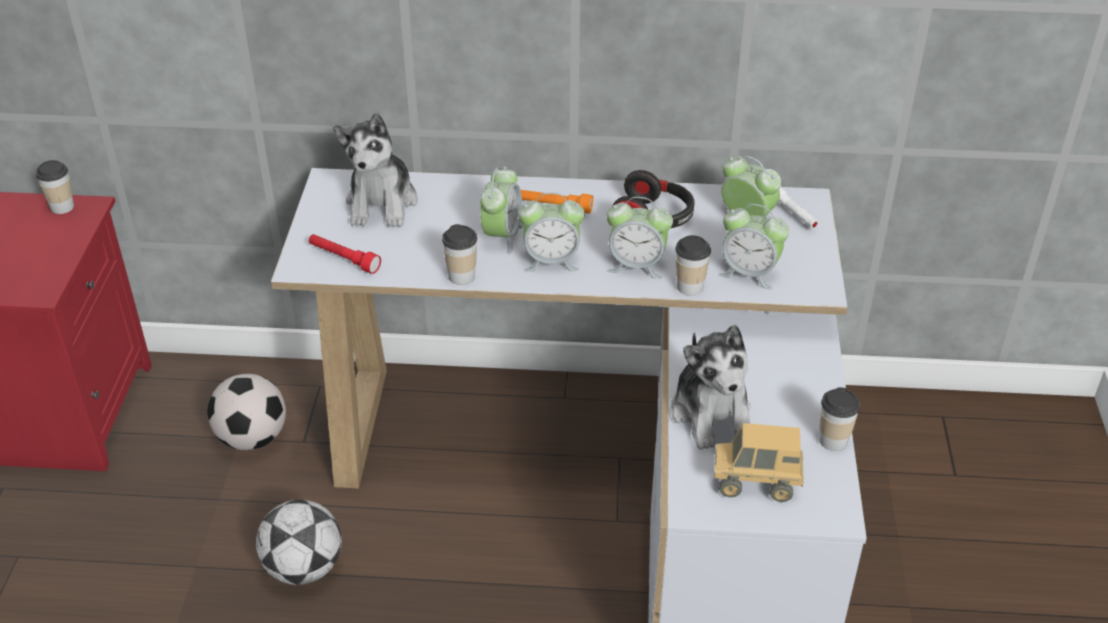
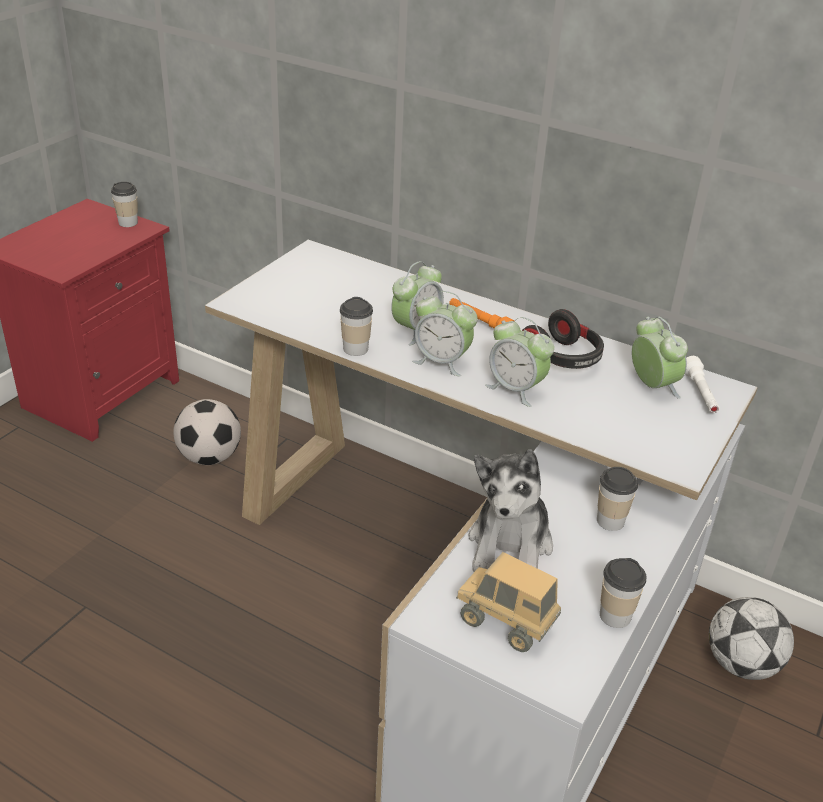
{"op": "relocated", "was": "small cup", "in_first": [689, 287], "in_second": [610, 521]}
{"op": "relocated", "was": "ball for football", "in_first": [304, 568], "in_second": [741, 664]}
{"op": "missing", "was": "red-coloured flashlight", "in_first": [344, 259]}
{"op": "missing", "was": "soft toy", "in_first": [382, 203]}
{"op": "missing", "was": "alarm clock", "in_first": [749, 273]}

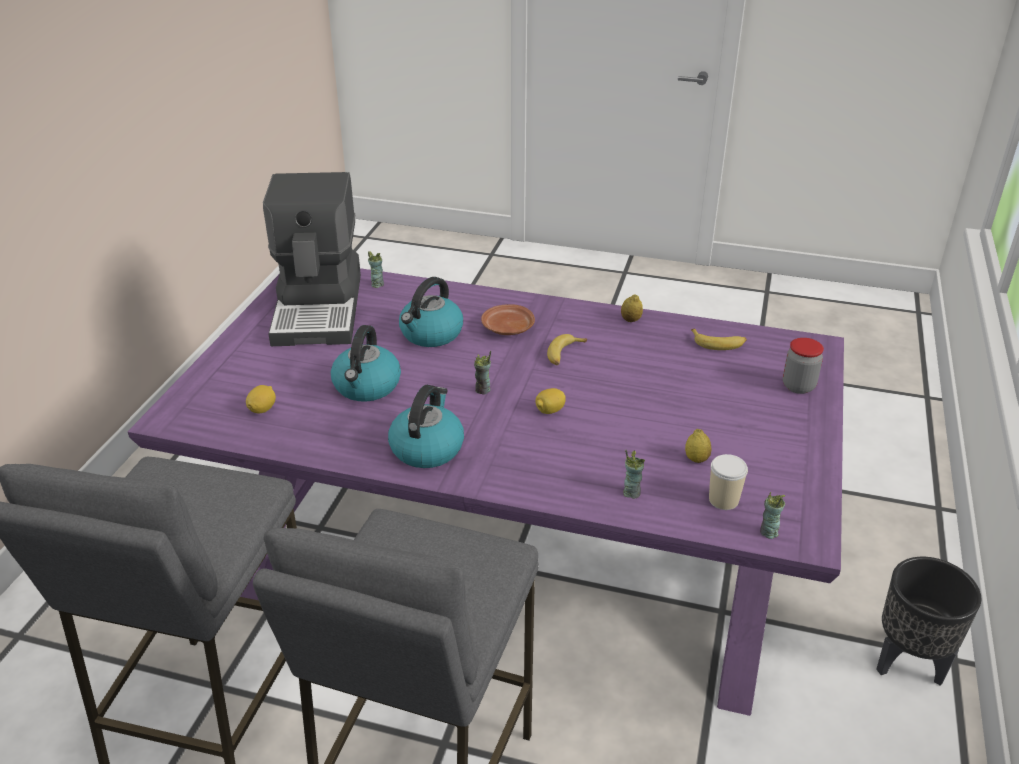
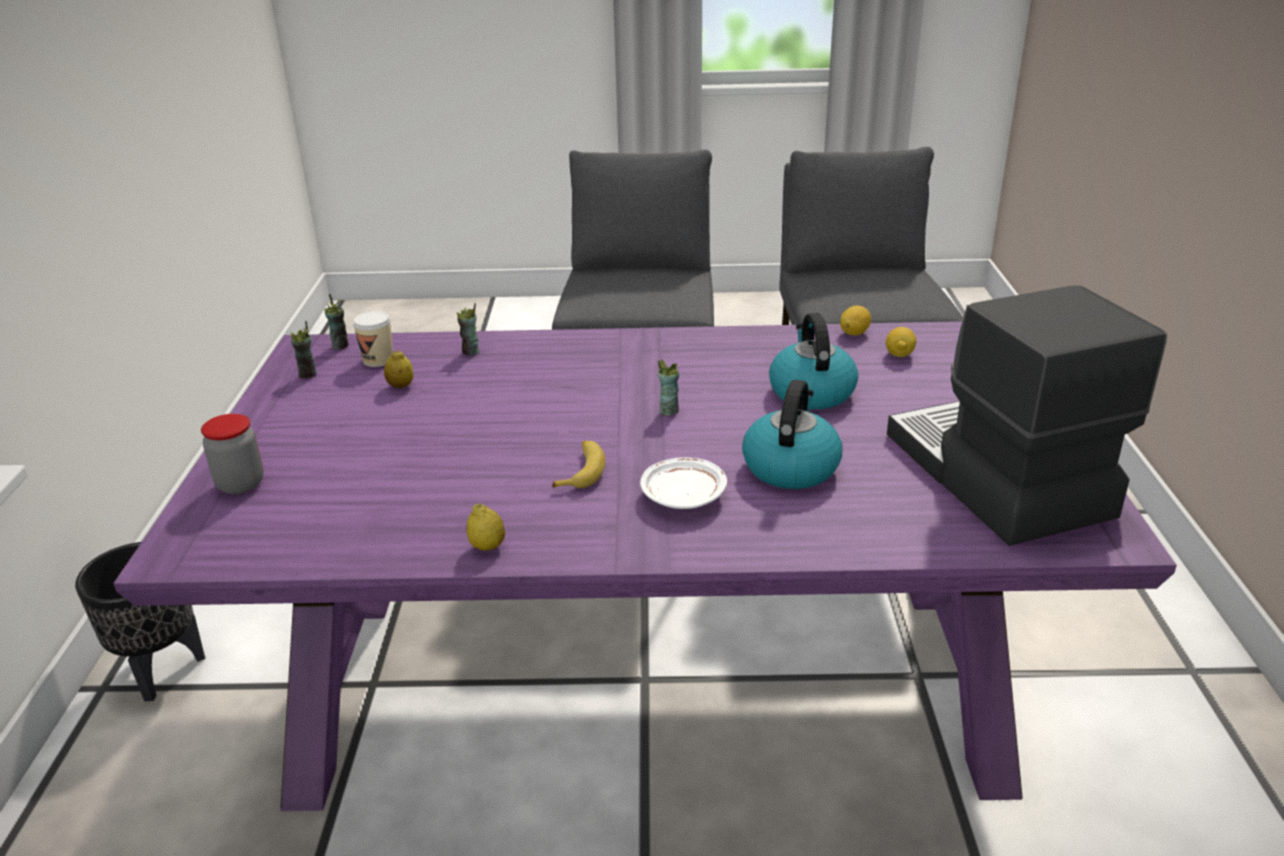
{"op": "relocated", "was": "small cup", "in_first": [377, 284], "in_second": [308, 374]}
{"op": "colour", "was": "brown-coloured plate", "now": "white plate", "in_first": [507, 328], "in_second": [683, 496]}
{"op": "relocated", "was": "lemon", "in_first": [550, 411], "in_second": [854, 333]}
{"op": "missing", "was": "water kettle", "in_first": [427, 448]}
{"op": "missing", "was": "banana", "in_first": [718, 343]}

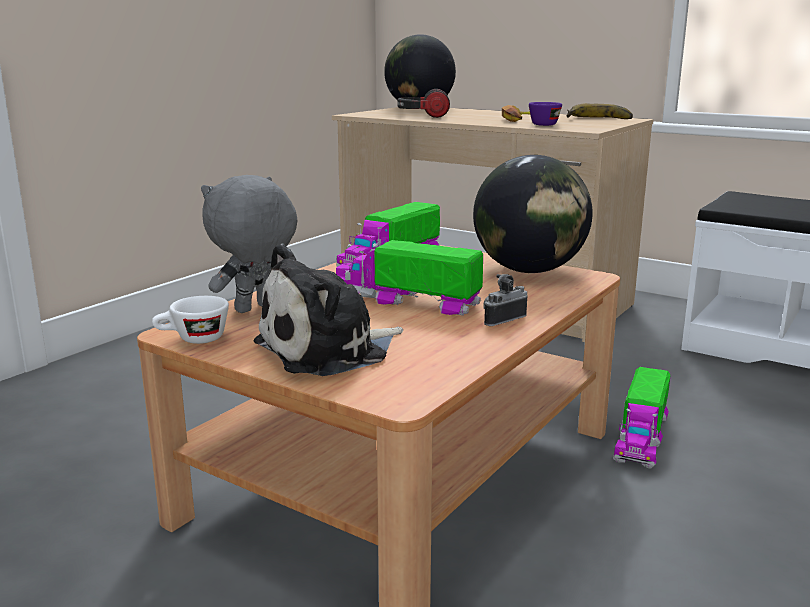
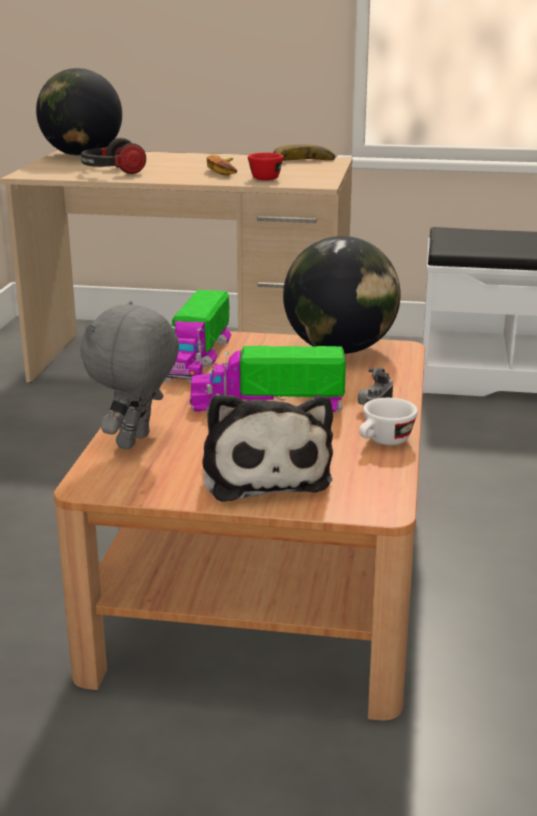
{"op": "spun", "was": "soft toy", "in_first": [329, 350], "in_second": [264, 473], "clockwise": -45}
{"op": "colour", "was": "purple-coloured small cup", "now": "red-coloured small cup", "in_first": [546, 124], "in_second": [266, 177]}
{"op": "relocated", "was": "white small cup", "in_first": [193, 340], "in_second": [384, 442]}
{"op": "missing", "was": "toy lorry", "in_first": [642, 436]}

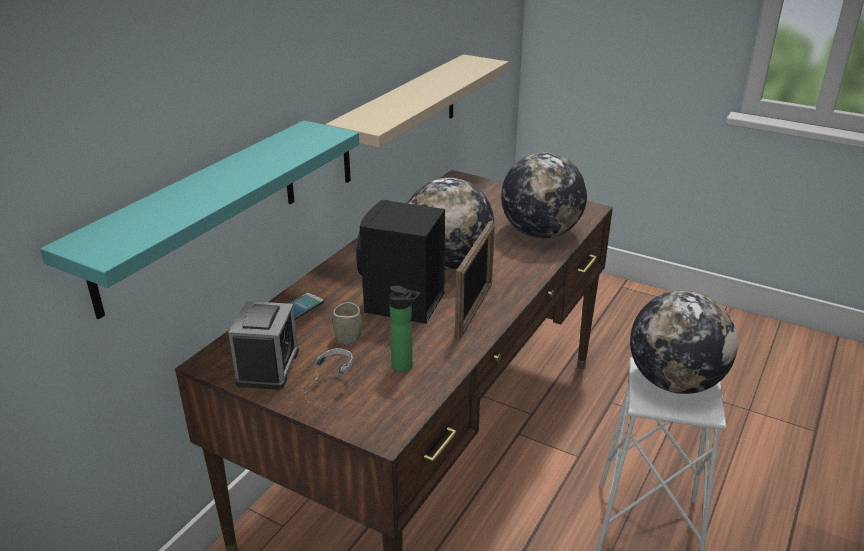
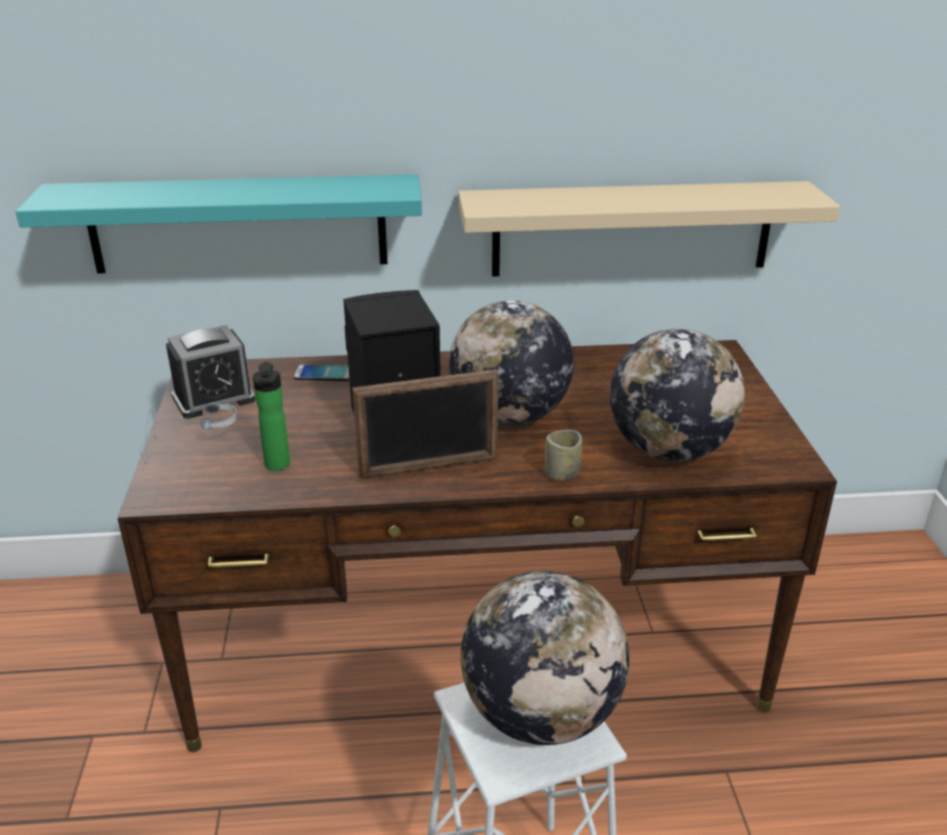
{"op": "relocated", "was": "small cup", "in_first": [348, 338], "in_second": [562, 474]}

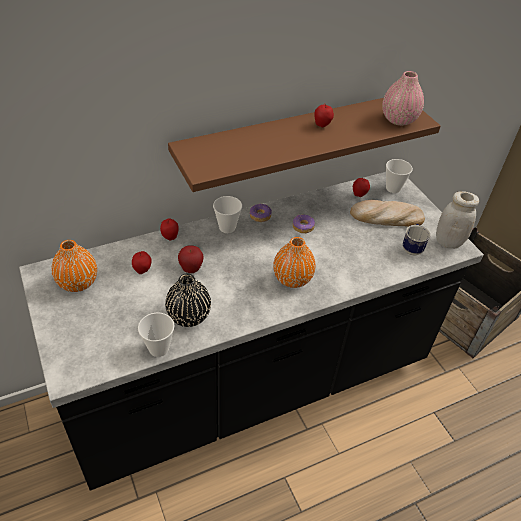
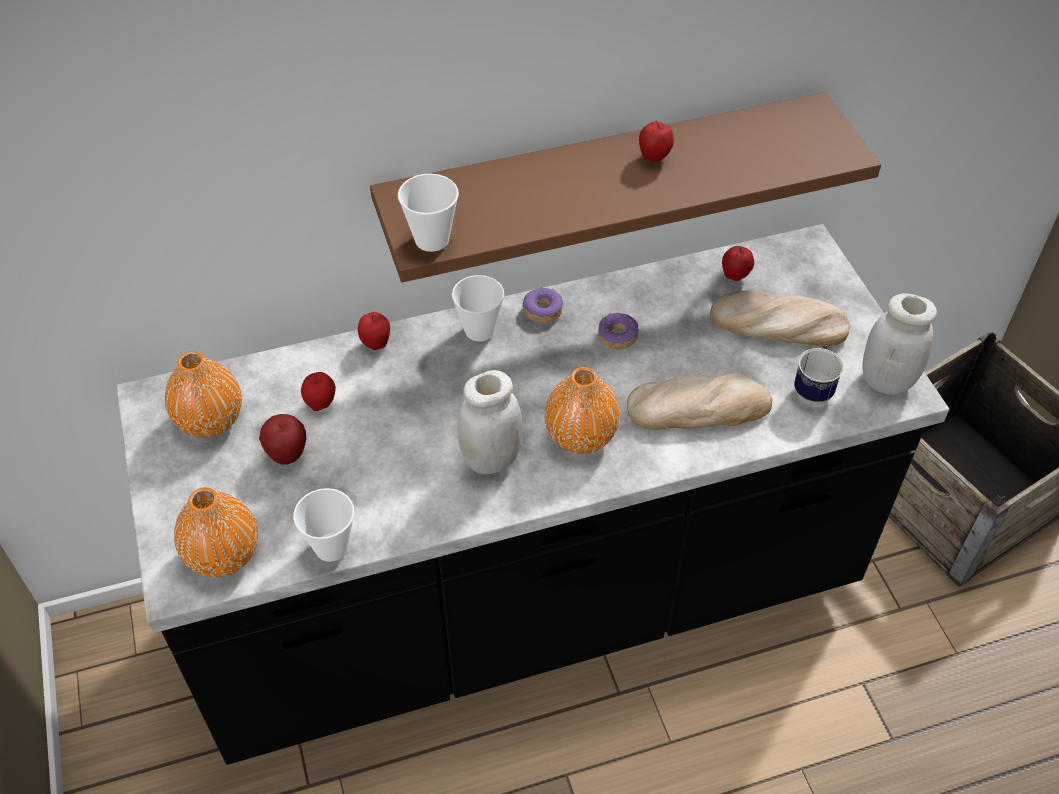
{"op": "appeared", "now": "orange-coloured vase", "in_second": [223, 554]}
{"op": "relocated", "was": "apple", "in_first": [191, 269], "in_second": [287, 455]}
{"op": "relocated", "was": "small cup", "in_first": [393, 188], "in_second": [432, 239]}
{"op": "appeared", "now": "white jar", "in_second": [491, 459]}
{"op": "appeared", "now": "bakery bread", "in_second": [698, 407]}
{"op": "missing", "was": "black-coloured vase", "in_first": [189, 316]}
{"op": "missing", "was": "pinkish vase", "in_first": [398, 119]}

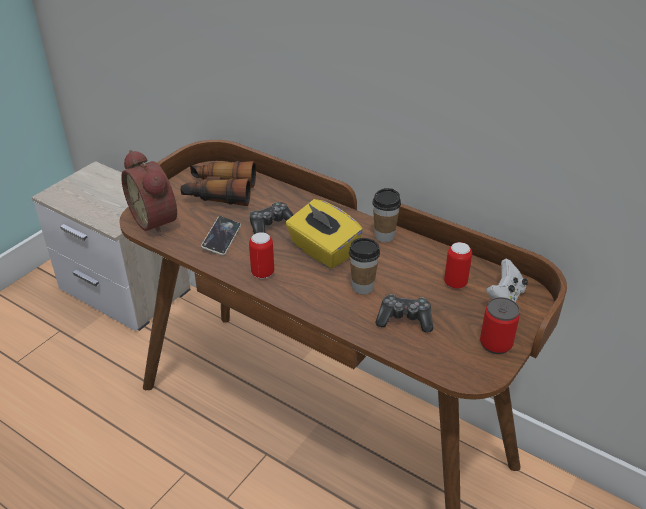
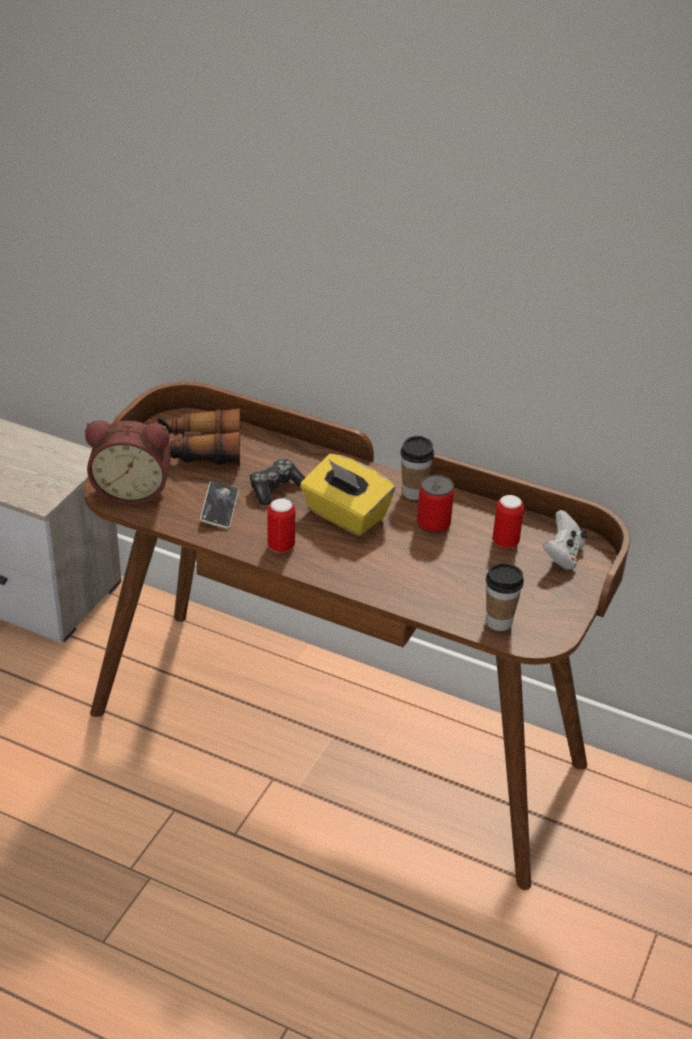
{"op": "spun", "was": "alarm clock", "in_first": [157, 220], "in_second": [132, 491], "clockwise": -45}
{"op": "relocated", "was": "metal can", "in_first": [495, 343], "in_second": [433, 524]}
{"op": "relocated", "was": "small cup", "in_first": [362, 287], "in_second": [499, 622]}
{"op": "missing", "was": "game controller", "in_first": [404, 319]}

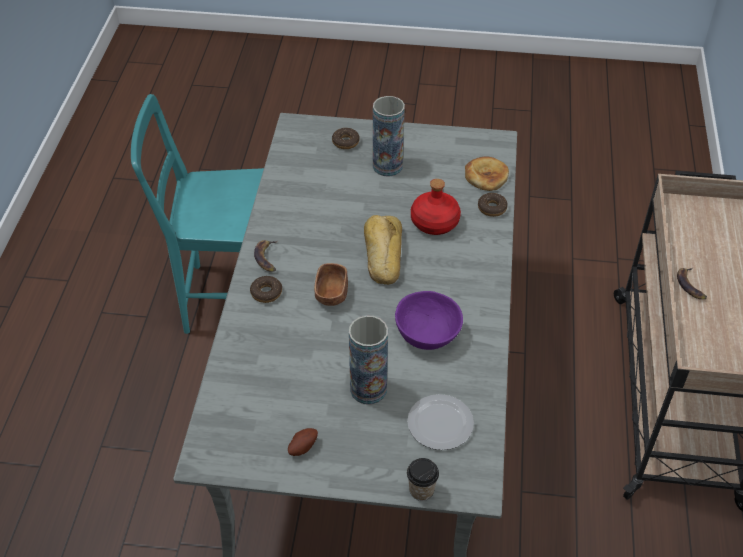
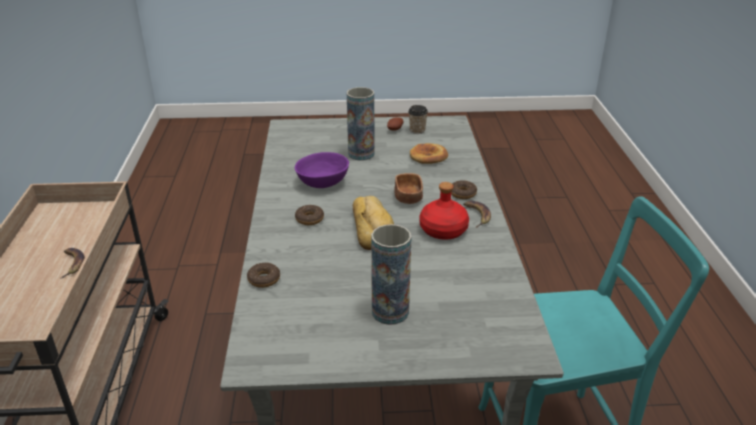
{"op": "relocated", "was": "donut", "in_first": [345, 142], "in_second": [309, 219]}
{"op": "relocated", "was": "small cup", "in_first": [421, 490], "in_second": [417, 131]}
{"op": "relocated", "was": "bakery bread", "in_first": [486, 176], "in_second": [428, 156]}
{"op": "relocated", "was": "red-coloured bottle", "in_first": [435, 222], "in_second": [443, 230]}
{"op": "missing", "was": "plate", "in_first": [439, 424]}

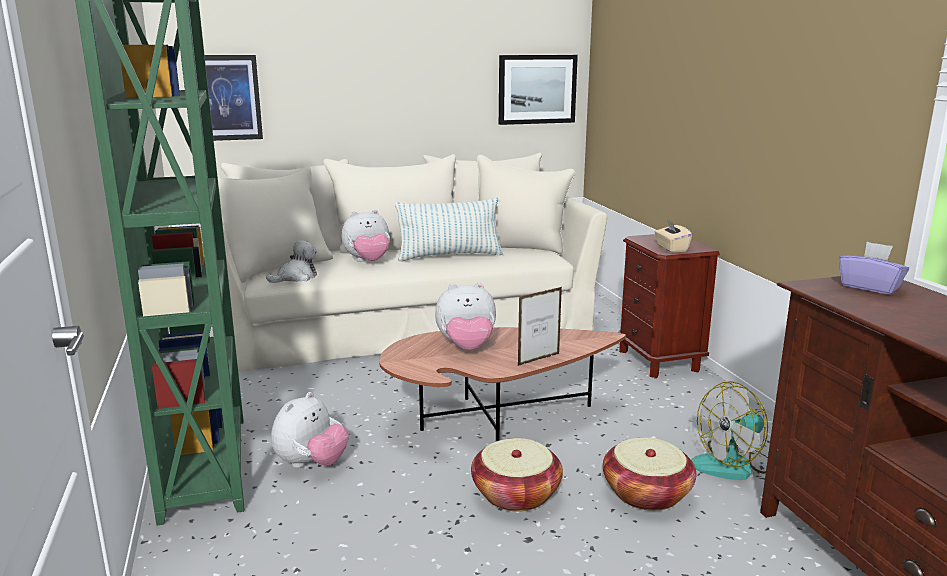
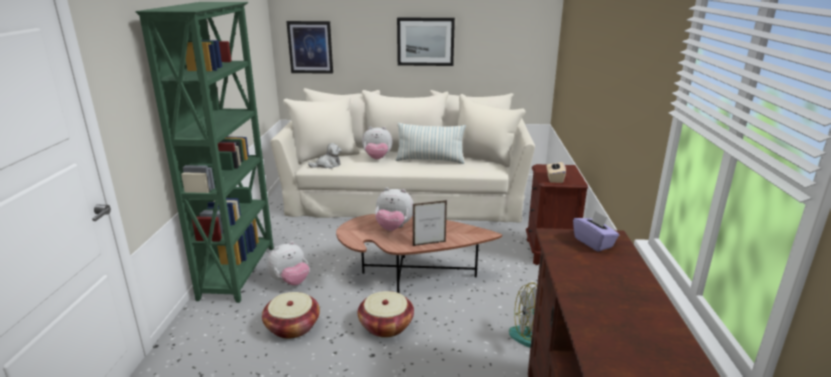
{"op": "relocated", "was": "storage basket", "in_first": [646, 493], "in_second": [292, 327]}
{"op": "relocated", "was": "wall picture", "in_first": [537, 89], "in_second": [425, 41]}

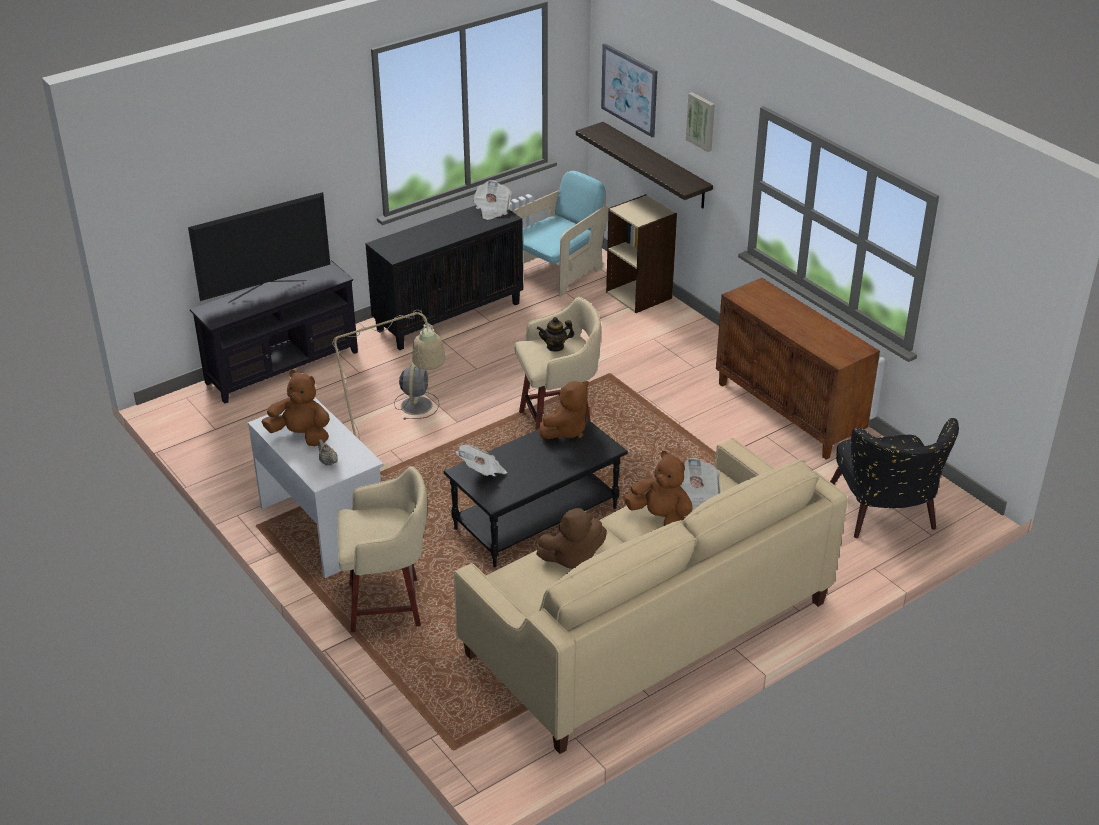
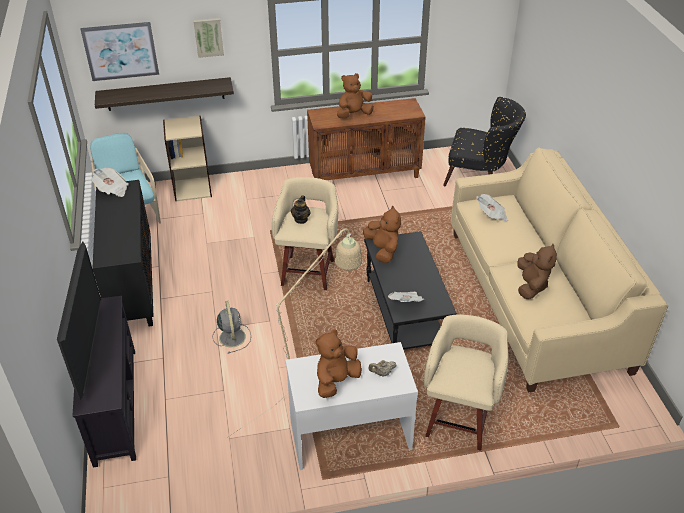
{"op": "spun", "was": "greyish electric fan", "in_first": [416, 405], "in_second": [232, 336], "clockwise": 45}
{"op": "relocated", "was": "brown-coloured soft toy", "in_first": [660, 518], "in_second": [354, 114]}

